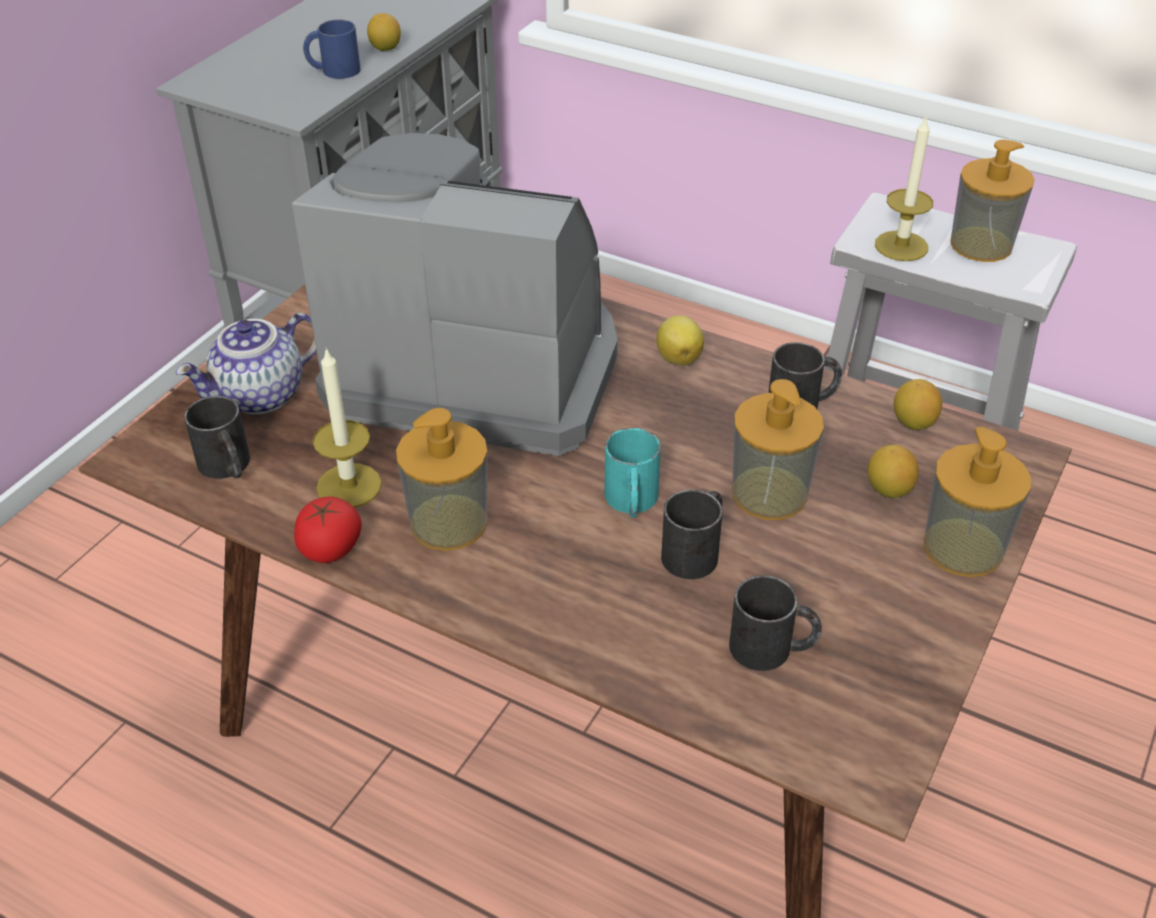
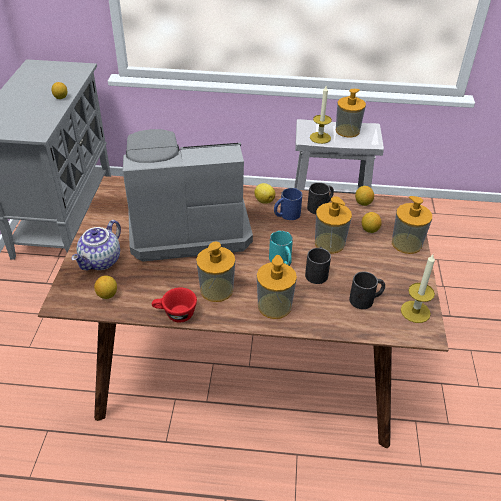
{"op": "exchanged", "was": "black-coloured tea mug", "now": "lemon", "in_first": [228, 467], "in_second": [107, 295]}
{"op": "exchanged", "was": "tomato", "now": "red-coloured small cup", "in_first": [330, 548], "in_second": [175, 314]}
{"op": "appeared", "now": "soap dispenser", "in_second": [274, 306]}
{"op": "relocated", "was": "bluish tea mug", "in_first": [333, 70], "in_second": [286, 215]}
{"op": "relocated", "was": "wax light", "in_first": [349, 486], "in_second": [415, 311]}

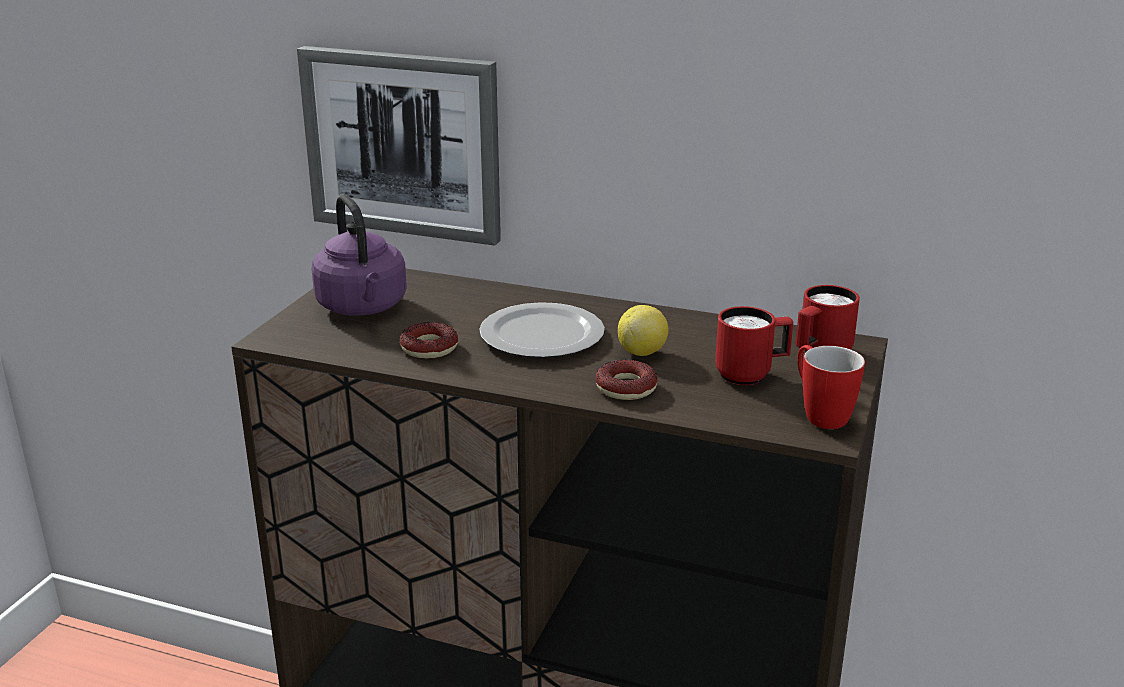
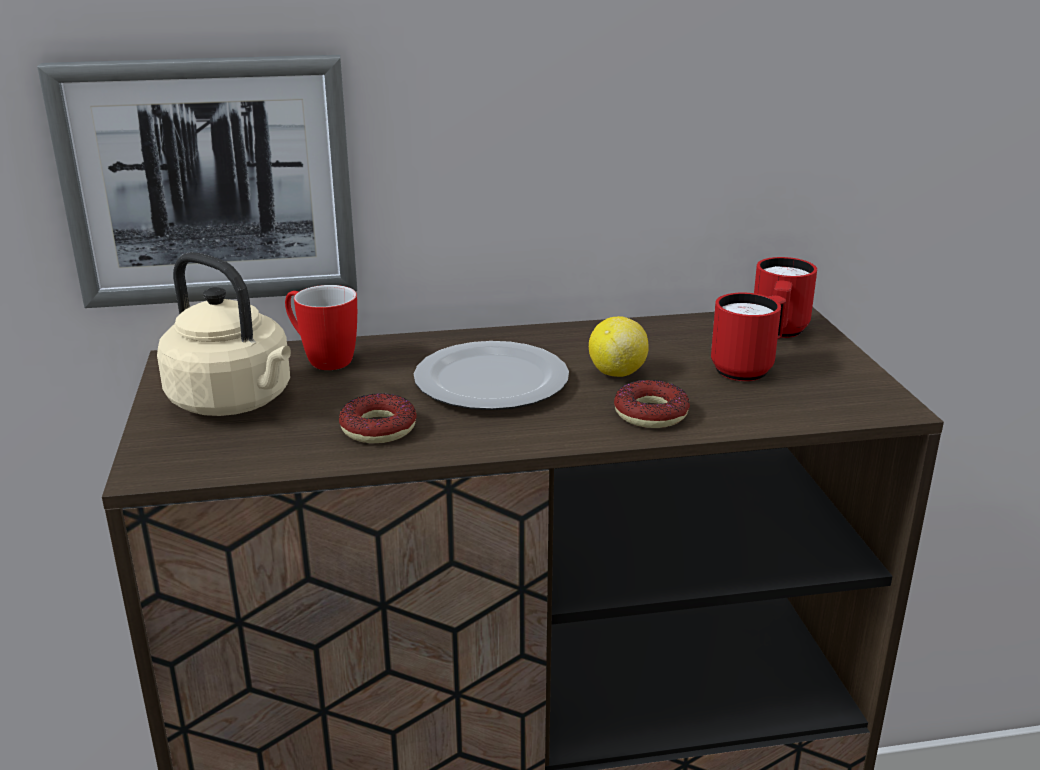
{"op": "colour", "was": "purple-coloured water kettle", "now": "beige water kettle", "in_first": [363, 308], "in_second": [235, 402]}
{"op": "relocated", "was": "tea mug", "in_first": [819, 414], "in_second": [321, 359]}

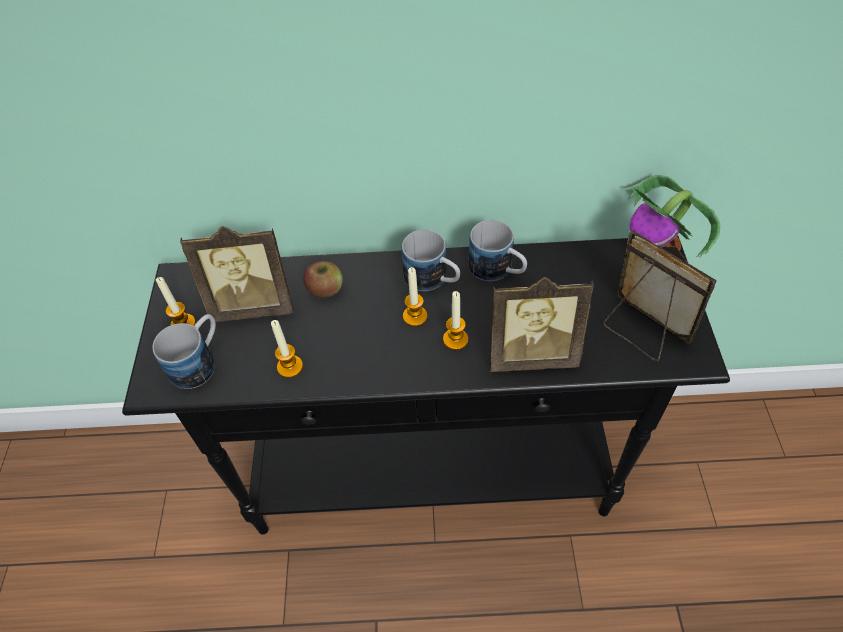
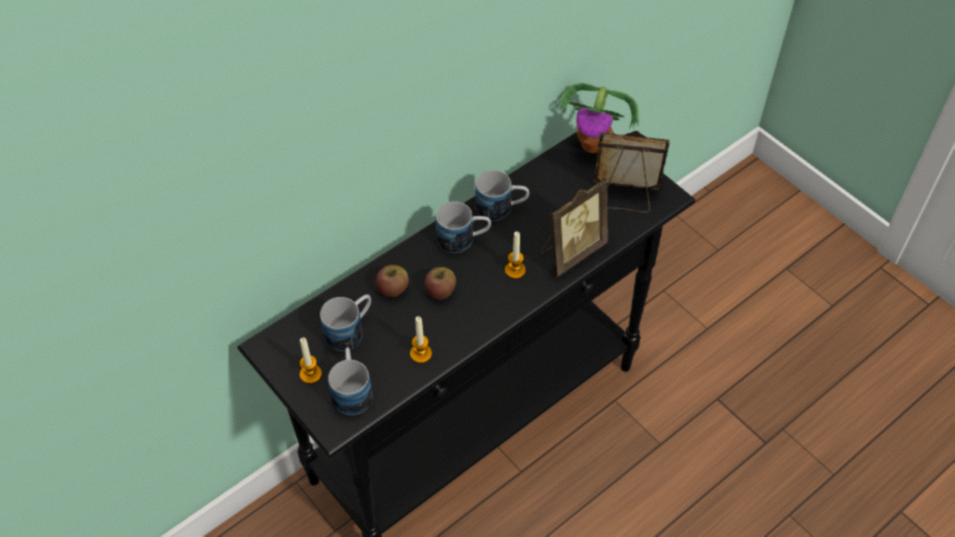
{"op": "exchanged", "was": "standing frame", "now": "tea mug", "in_first": [254, 305], "in_second": [350, 330]}
{"op": "appeared", "now": "apple", "in_second": [440, 291]}
{"op": "missing", "was": "wax light", "in_first": [415, 316]}

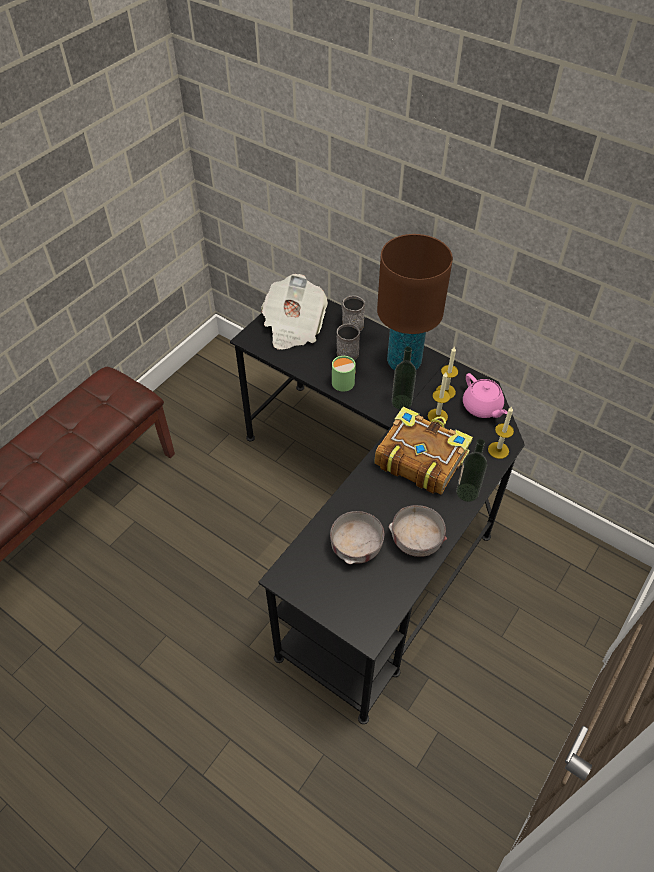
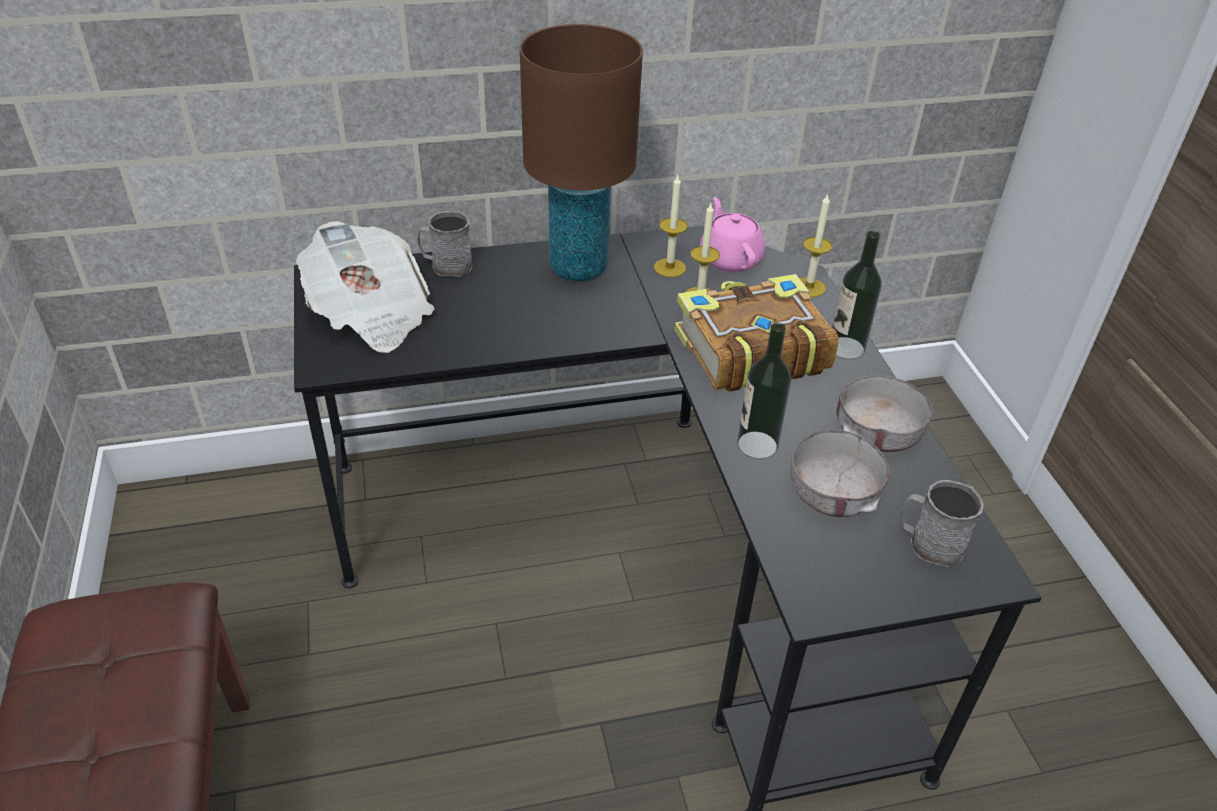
{"op": "spun", "was": "pinkish tea pot", "in_first": [482, 407], "in_second": [730, 258], "clockwise": -120}
{"op": "relocated", "was": "bottle", "in_first": [401, 402], "in_second": [757, 445]}
{"op": "relocated", "was": "greyish tea mug", "in_first": [346, 351], "in_second": [928, 544]}
{"op": "missing", "was": "green-coloured tea mug", "in_first": [342, 380]}

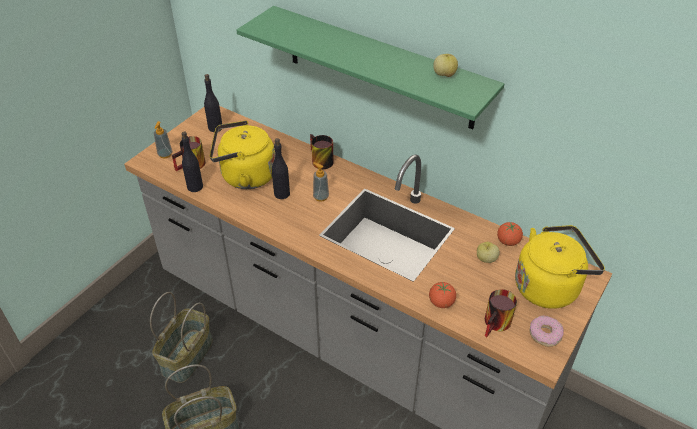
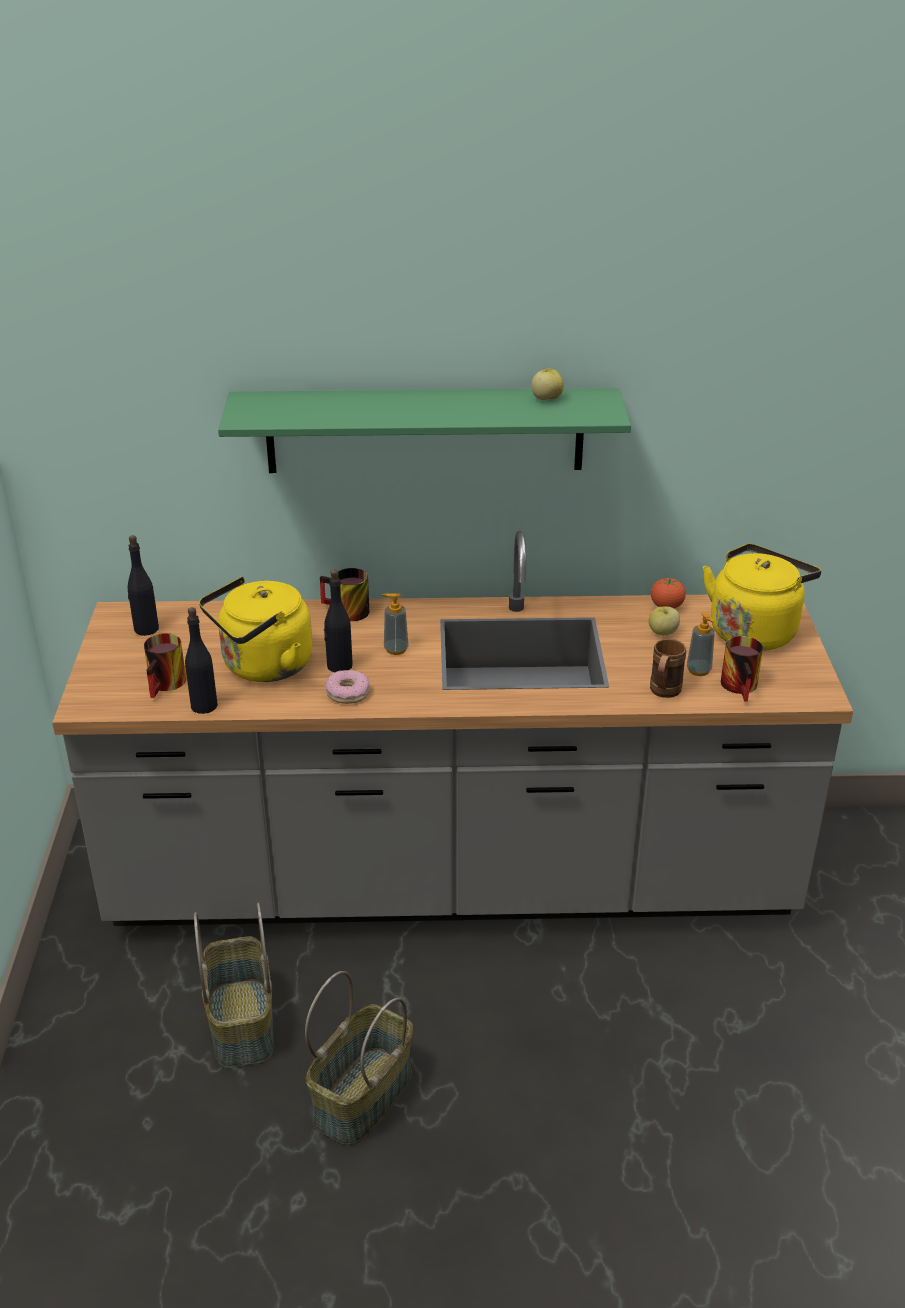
{"op": "relocated", "was": "donut", "in_first": [545, 334], "in_second": [348, 693]}
{"op": "exchanged", "was": "tomato", "now": "brown-coloured tea mug", "in_first": [441, 302], "in_second": [663, 693]}
{"op": "relocated", "was": "soap dispenser", "in_first": [165, 154], "in_second": [698, 670]}

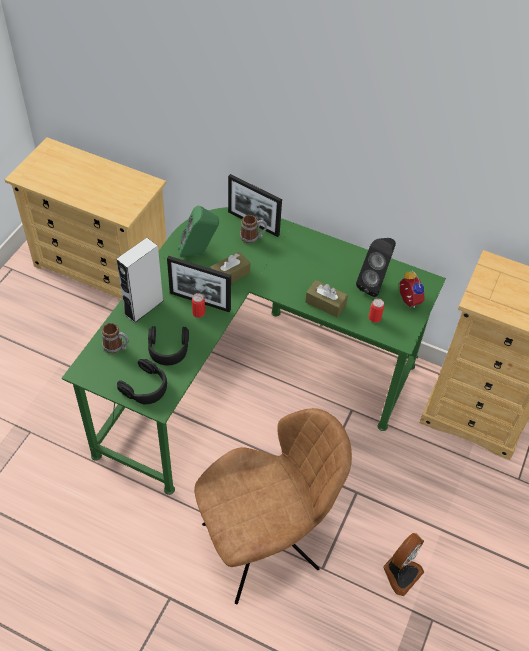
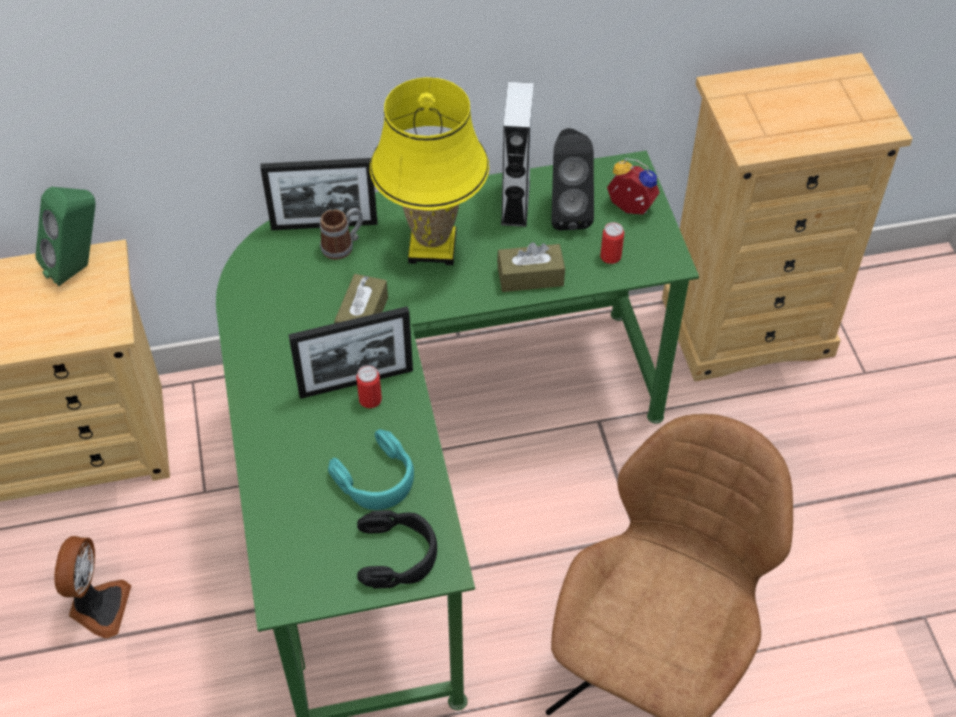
{"op": "relocated", "was": "green-coloured audio speaker", "in_first": [199, 252], "in_second": [79, 267]}
{"op": "relocated", "was": "electric fan", "in_first": [400, 572], "in_second": [98, 607]}
{"op": "colour", "was": "black-coloured pair of headphones", "now": "turquoise-coloured pair of headphones", "in_first": [168, 348], "in_second": [376, 479]}
{"op": "appeared", "now": "yellow lamp for a table", "in_second": [432, 247]}
{"op": "relocated", "was": "greyish audio speaker", "in_first": [144, 307], "in_second": [515, 203]}
{"op": "missing", "was": "tea mug", "in_first": [117, 347]}

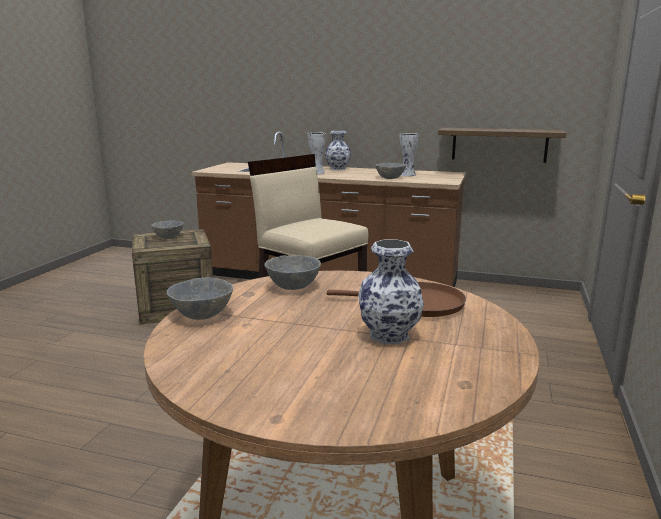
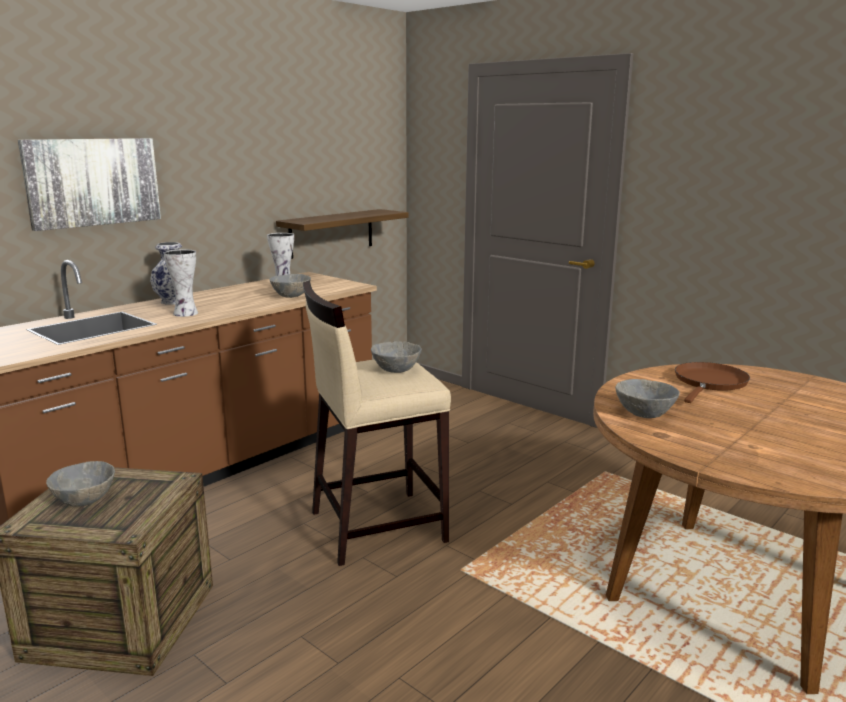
{"op": "appeared", "now": "wall picture", "in_second": [92, 182]}
{"op": "relocated", "was": "greyish serving bowl", "in_first": [201, 315], "in_second": [396, 370]}
{"op": "missing", "was": "vase", "in_first": [388, 335]}

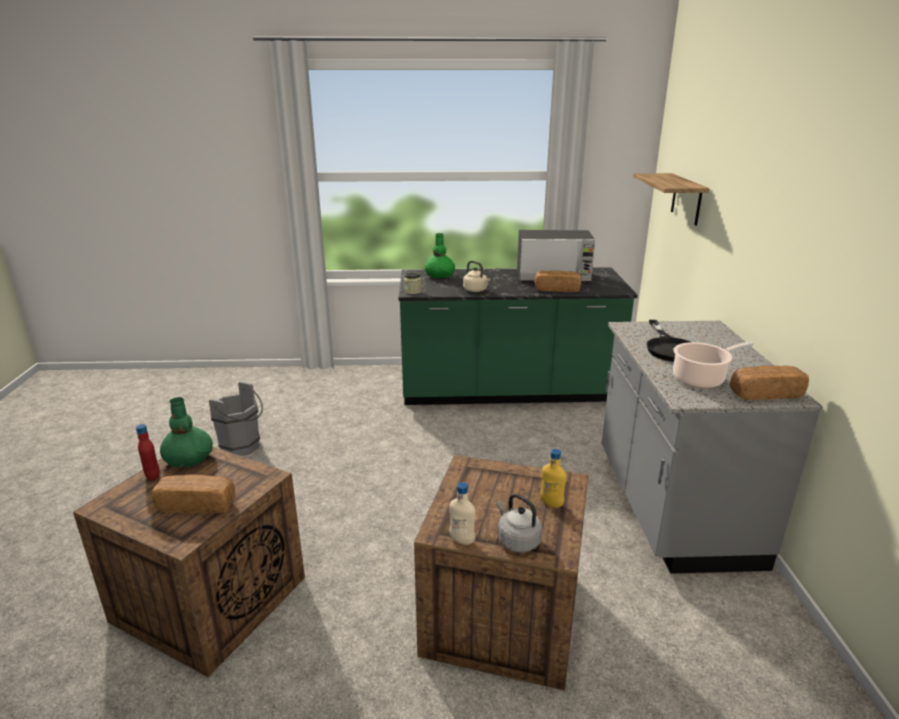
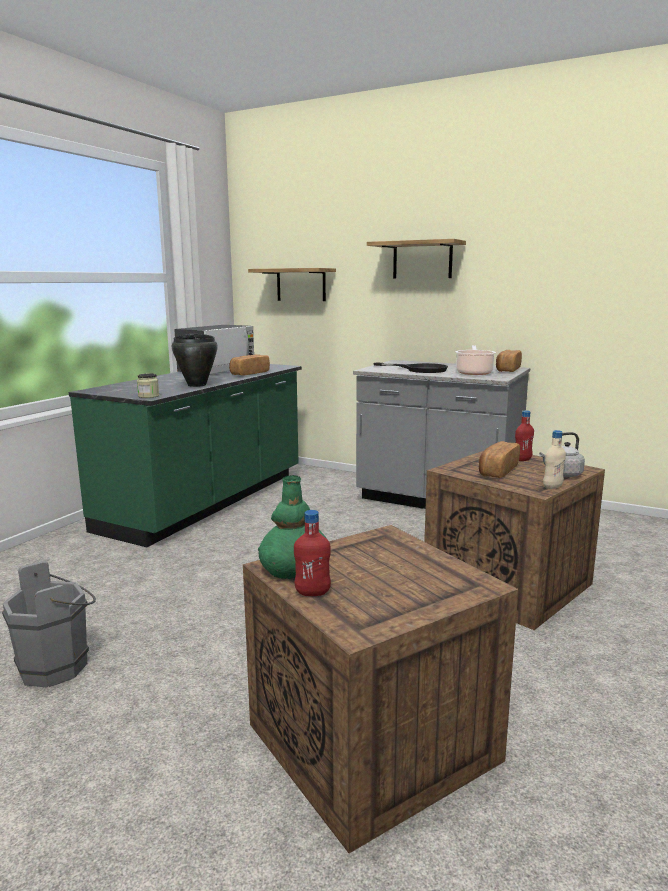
{"op": "exchanged", "was": "beige water kettle", "now": "black-coloured stockpot", "in_first": [476, 290], "in_second": [197, 385]}
{"op": "appeared", "now": "bracket shelf", "in_second": [422, 260]}
{"op": "relocated", "was": "bakery bread", "in_first": [197, 505], "in_second": [497, 471]}
{"op": "colour", "was": "yellow bottle", "now": "red-coloured bottle", "in_first": [551, 503], "in_second": [522, 460]}
{"op": "missing", "was": "green-coloured vase", "in_first": [439, 275]}

